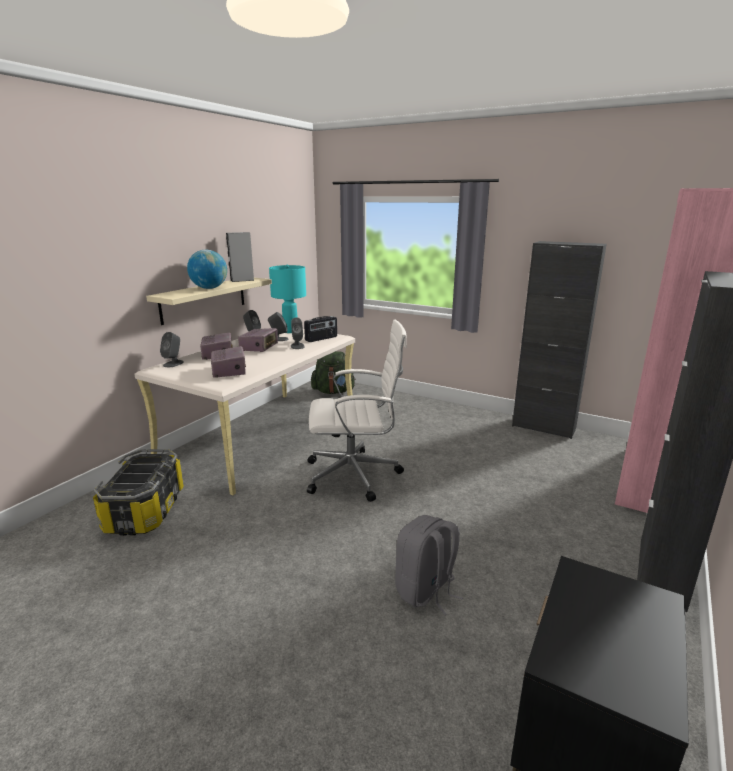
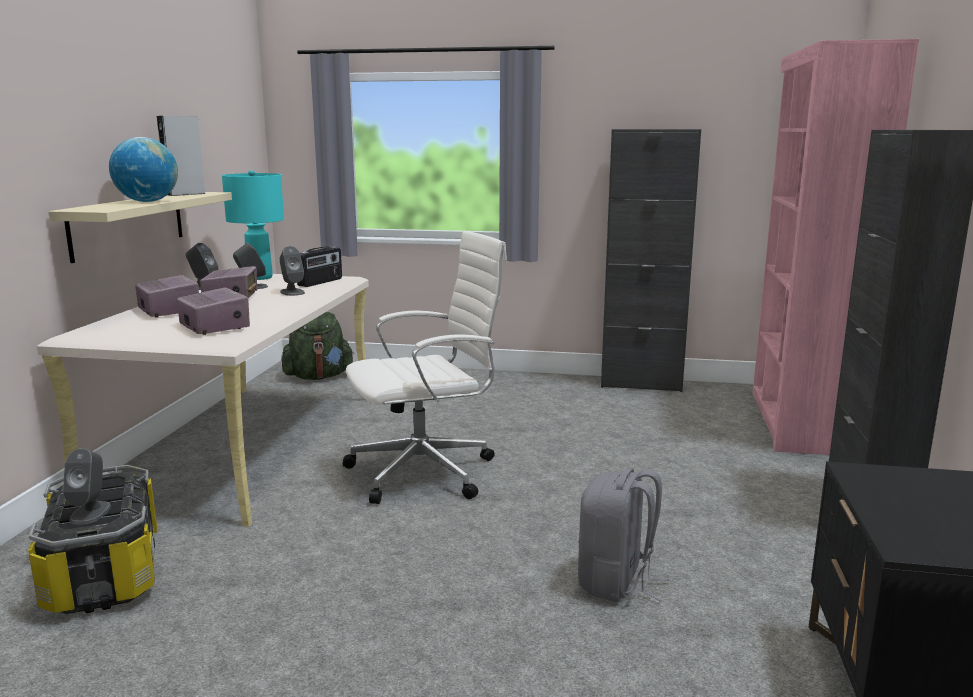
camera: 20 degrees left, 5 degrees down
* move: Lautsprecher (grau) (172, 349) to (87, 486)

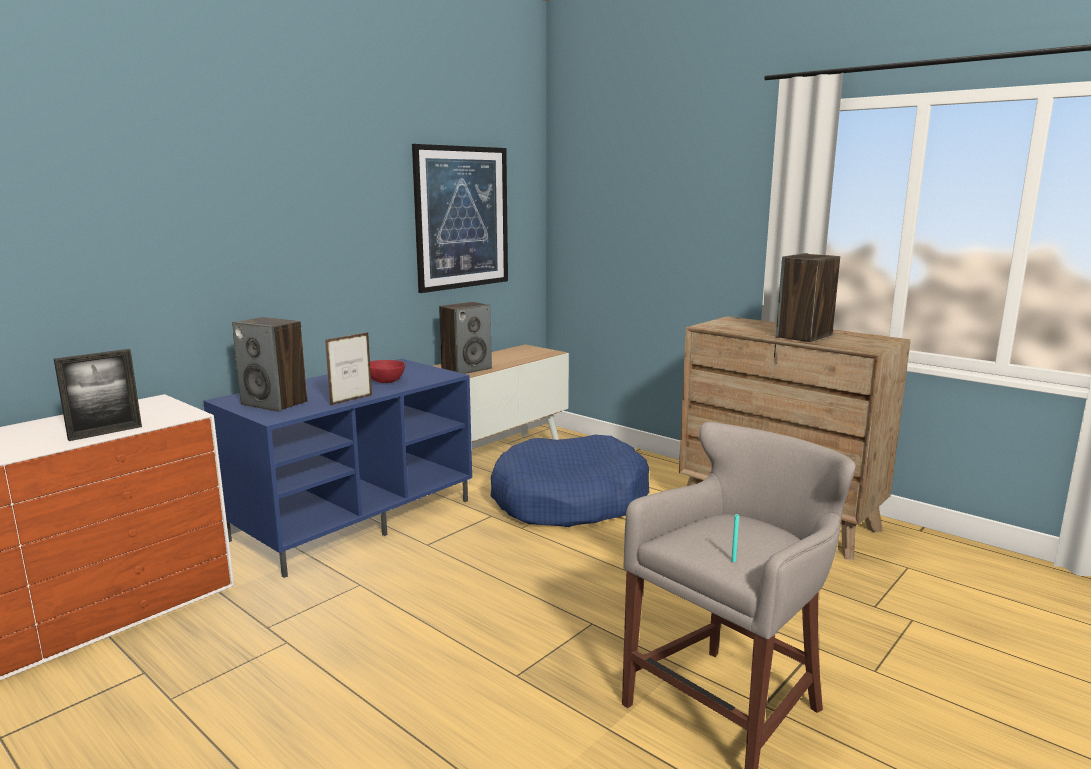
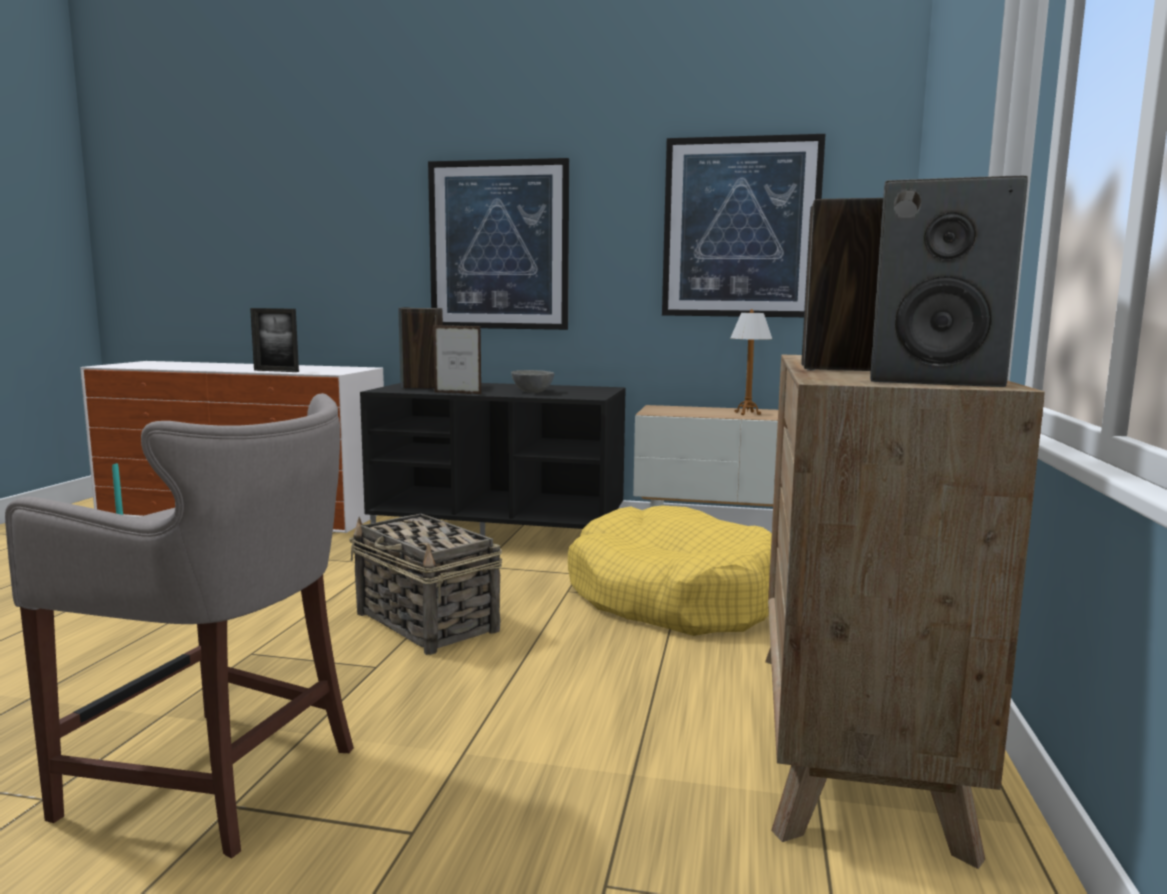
camera: 60 degrees right, 5 degrees down
* move: Lautsprecher (465, 338) to (949, 281)
* recolor: Fernsehschrank (blau) (337, 468) to Fernsehschrank (schwarz) (493, 459)
* recolor: Schüssel (rot) (387, 371) to Schüssel (grau) (532, 381)
* recolor: Hundebett (blau) (569, 481) to Hundebett (gelb) (670, 570)
* insert: Bild (498, 244)
* insert: Tischlampe (751, 362)
* insert: Korb (425, 584)

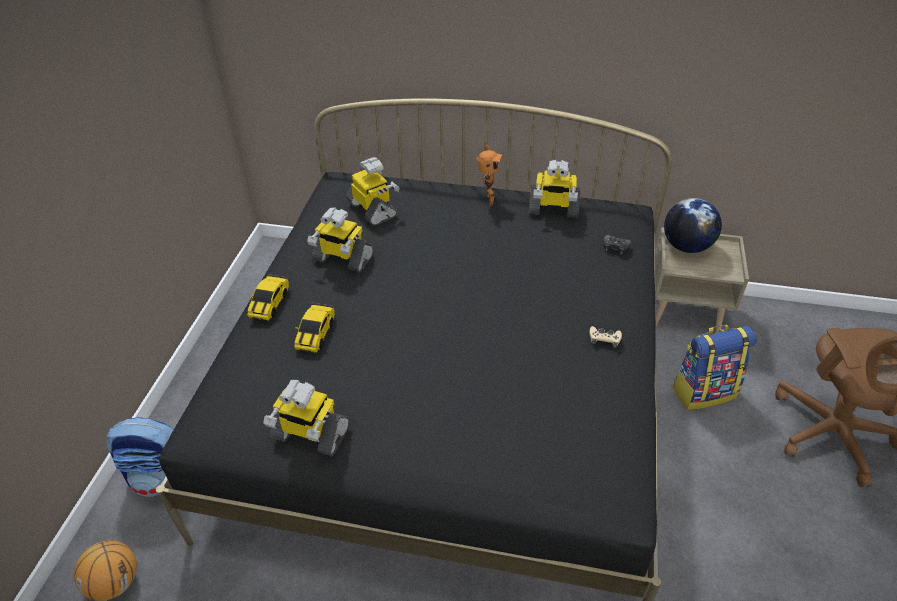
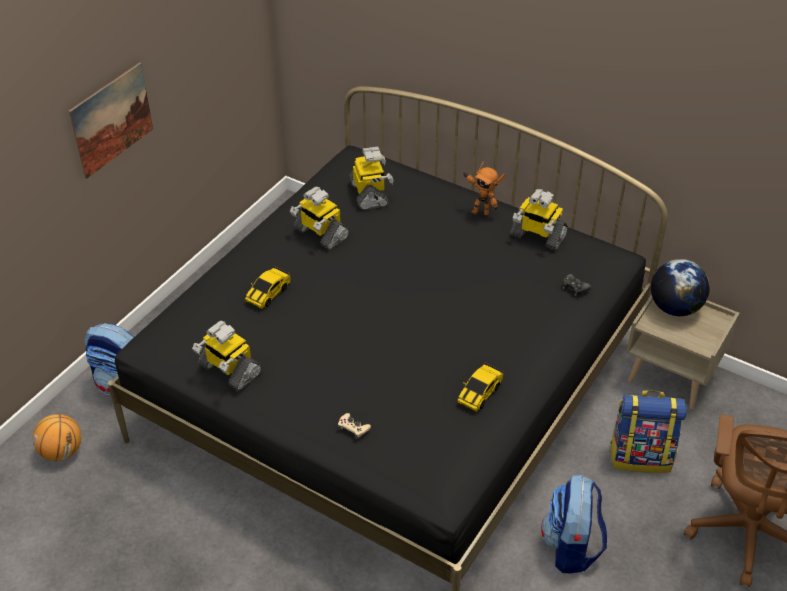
camera: 20 degrees right, 0 degrees up
* rotate: Spielzeugroboter (489, 175) = (484, 188) 90 degrees clockwise
* move: Spielzeugauto (268, 297) to (480, 387)
* move: Gamepad (beige) (605, 337) to (354, 426)
* insert: Bild (110, 120)
* insert: Rucksack (574, 523)

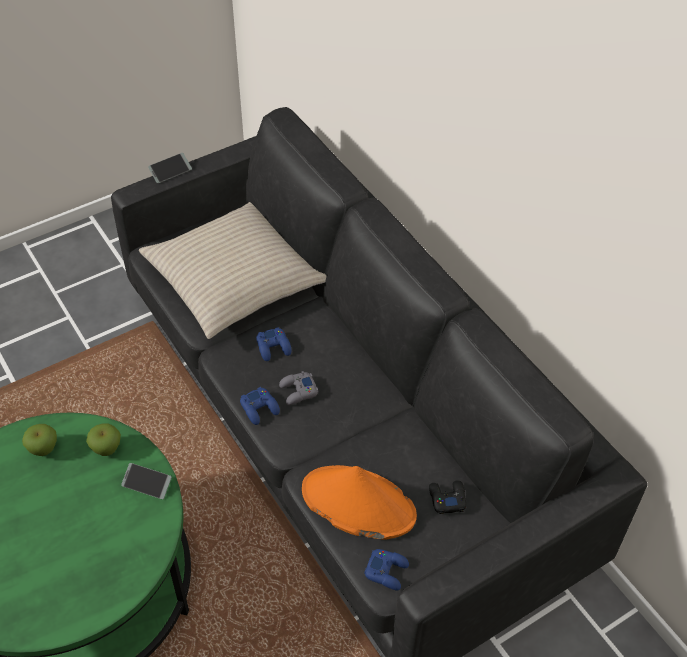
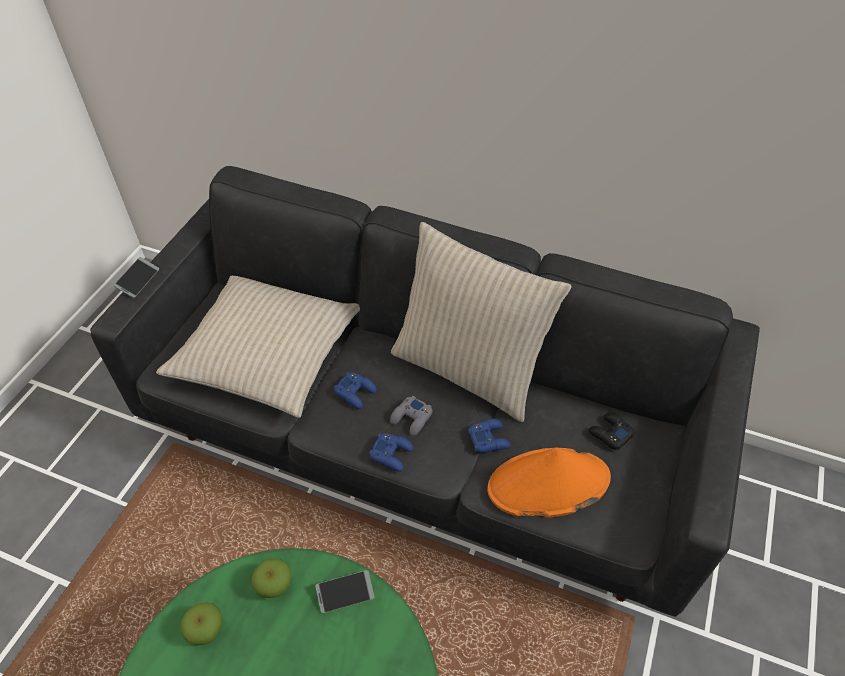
camera: 35 degrees left, 0 degrees up
* move: Gamepad (blau) (386, 569) to (489, 436)
* insert: Kissen (beige) (481, 322)

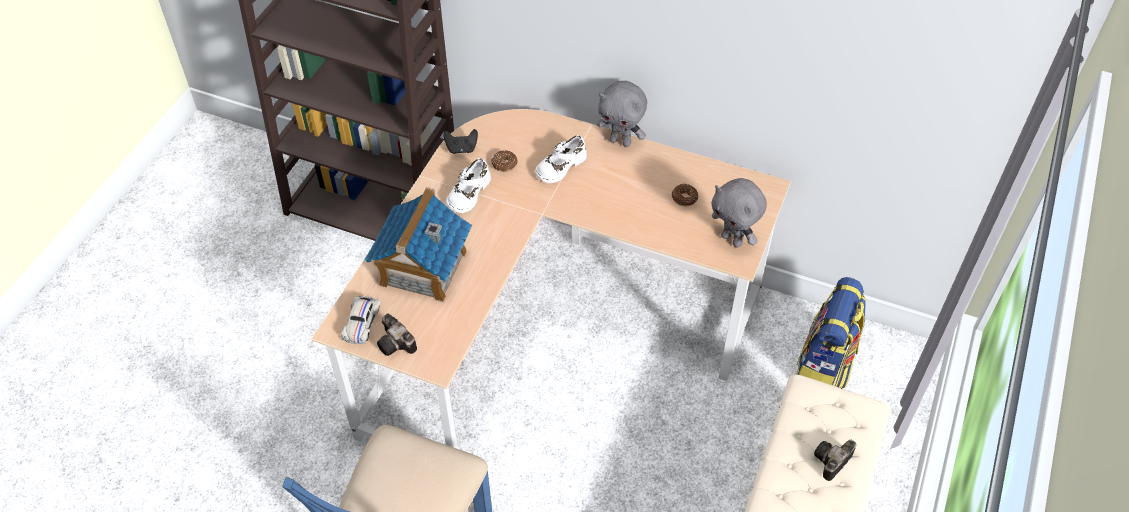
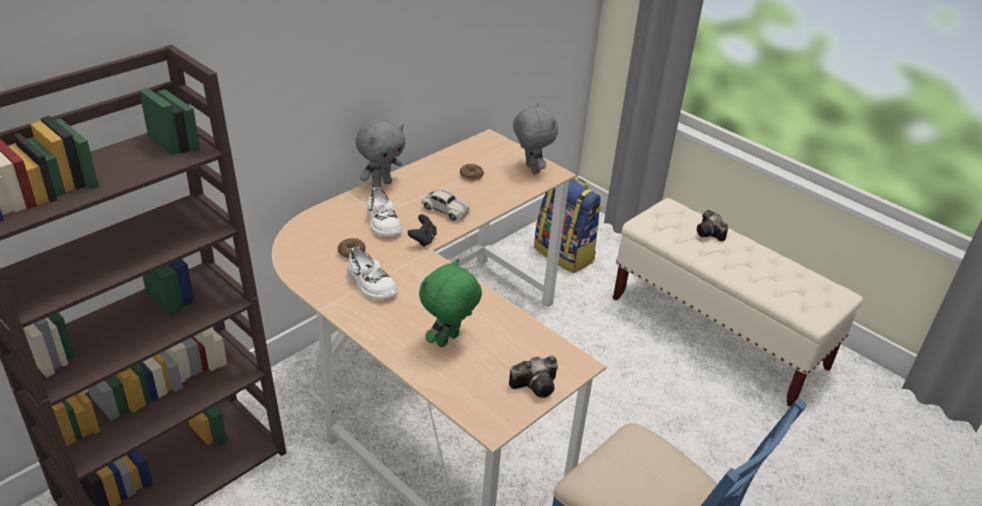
camera: 70 degrees left, 15 degrees down
* move: Gamepad (schwarz) (461, 141) to (422, 230)
* rotate: Plüschtier (grau) (739, 212) = (535, 138) 90 degrees counterclockwise
* replace: Spielzeughaus (418, 244) to Plüschtier (grün) (450, 303)
* move: Spielzeugauto (weiß) (361, 320) to (446, 205)

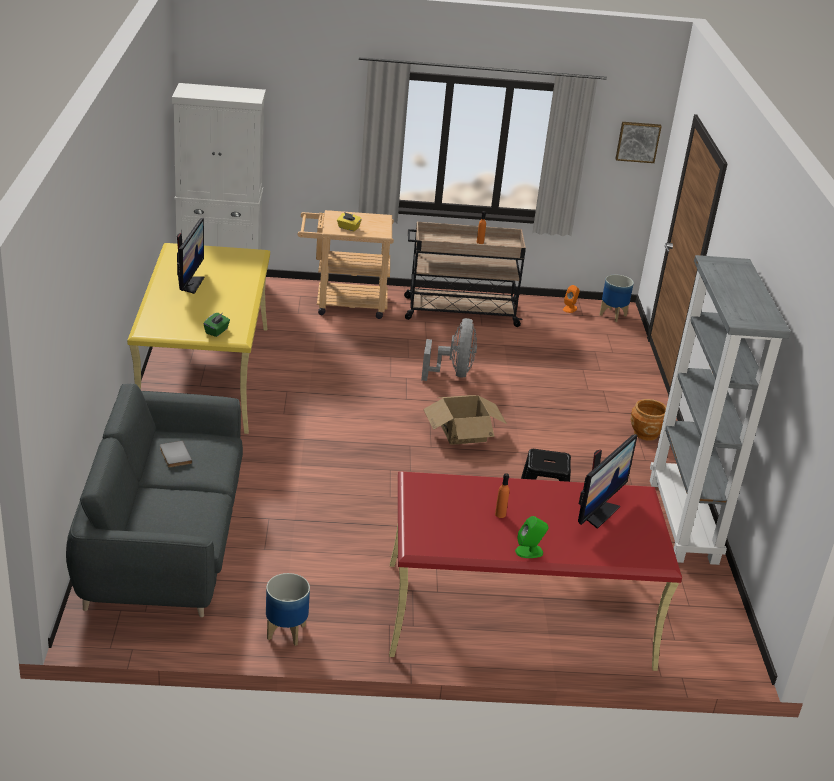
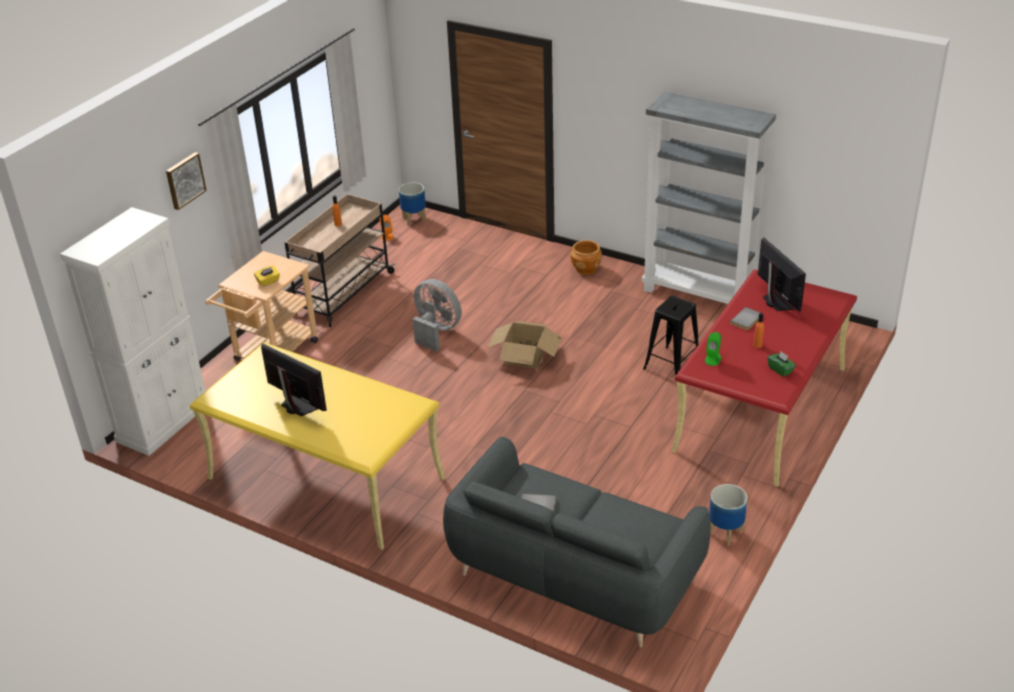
camera: 55 degrees left, 5 degrees up
* move: Bild (638, 142) to (186, 181)
* move: Taschentuchbox (grün) (217, 325) to (781, 364)
* move: Lautsprecher (grün) (531, 537) to (713, 349)
* insert: Buch (grau) (745, 318)

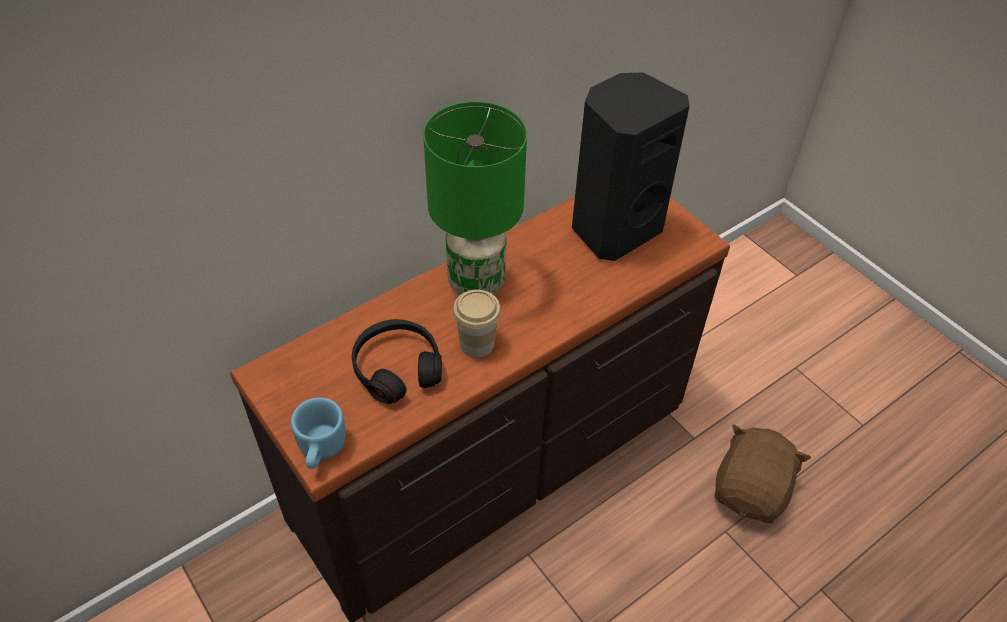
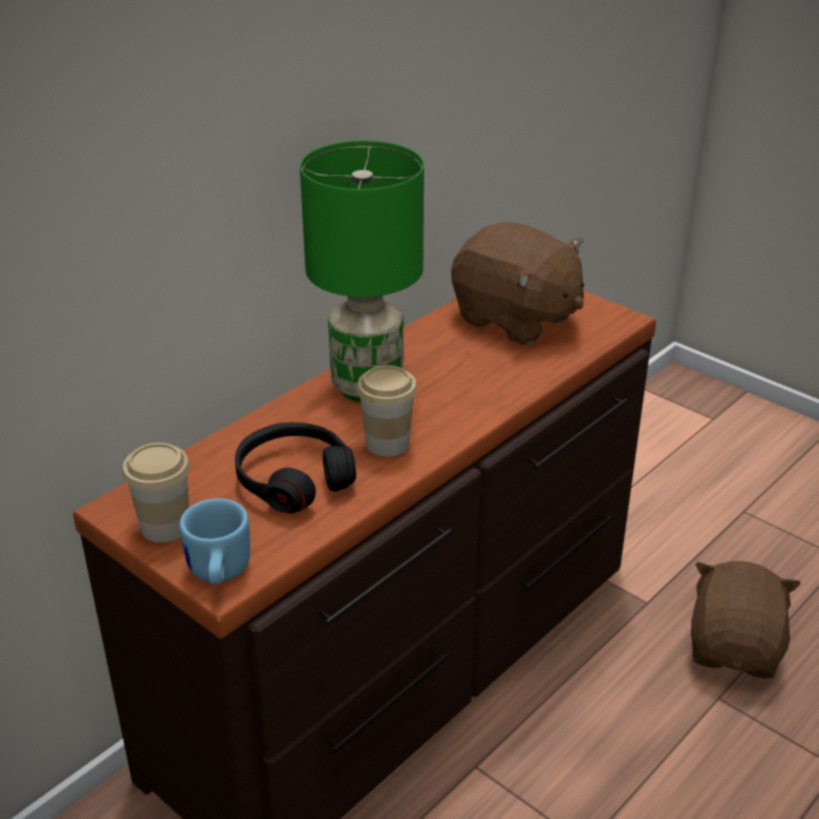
camera: 10 degrees left, 15 degrees down
* replace: Lautsprecher (schwarz) (631, 167) to Plüschtier (braun) (517, 283)
* insert: Tasse (156, 493)

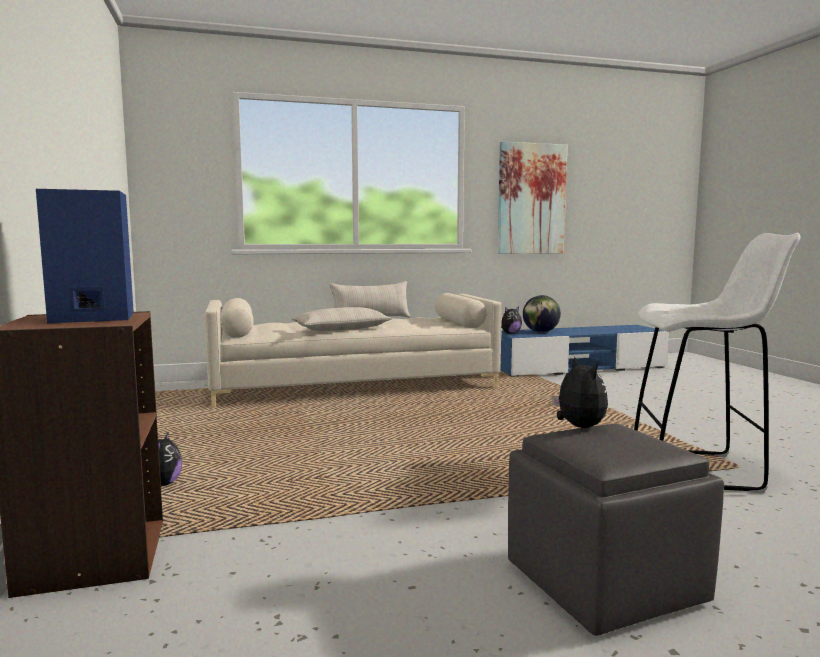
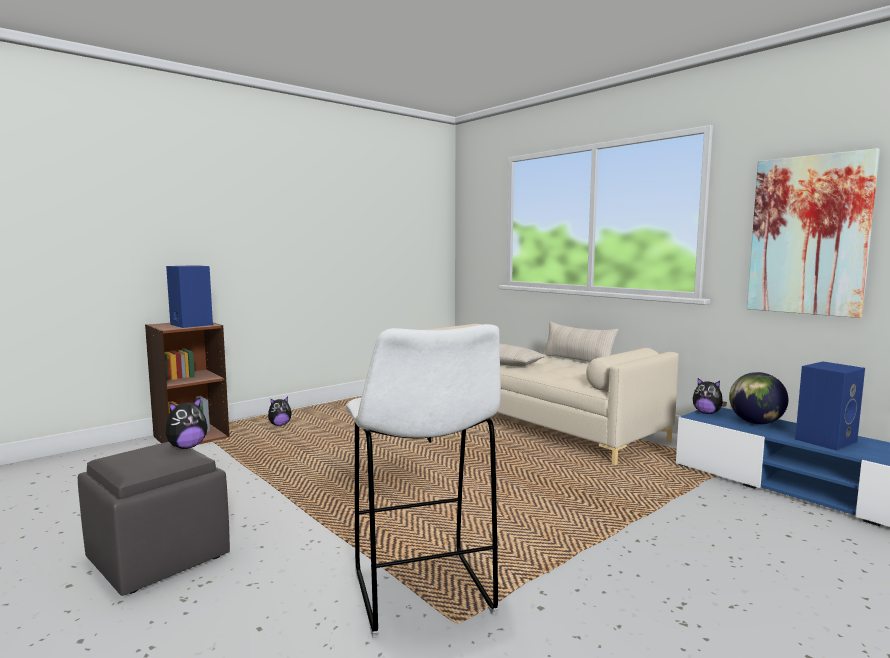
camera: 65 degrees right, 0 degrees up
* insert: Lautsprecher (blau) (830, 406)

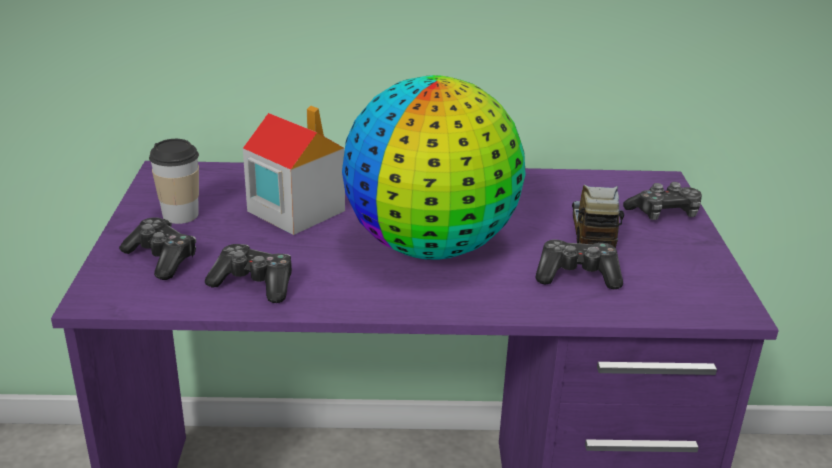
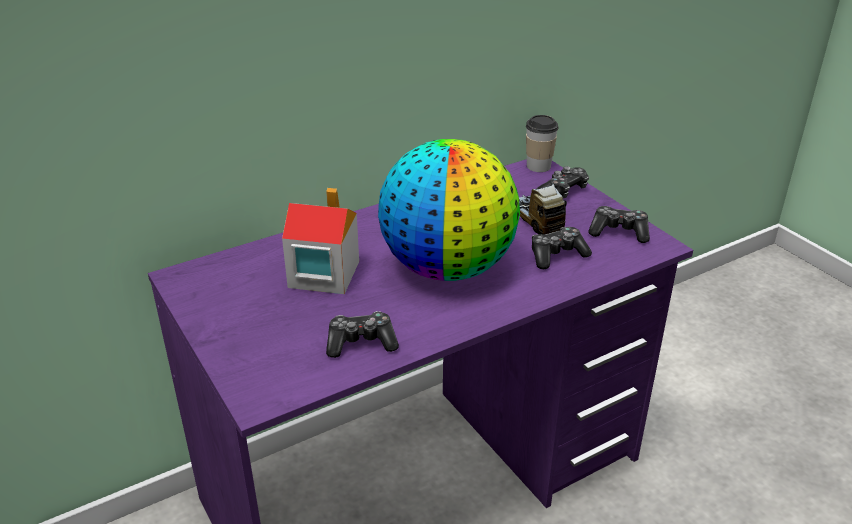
camera: 30 degrees left, 5 degrees up
* move: Tasse (174, 181) to (542, 143)
* move: Gamepad (157, 248) to (619, 224)

